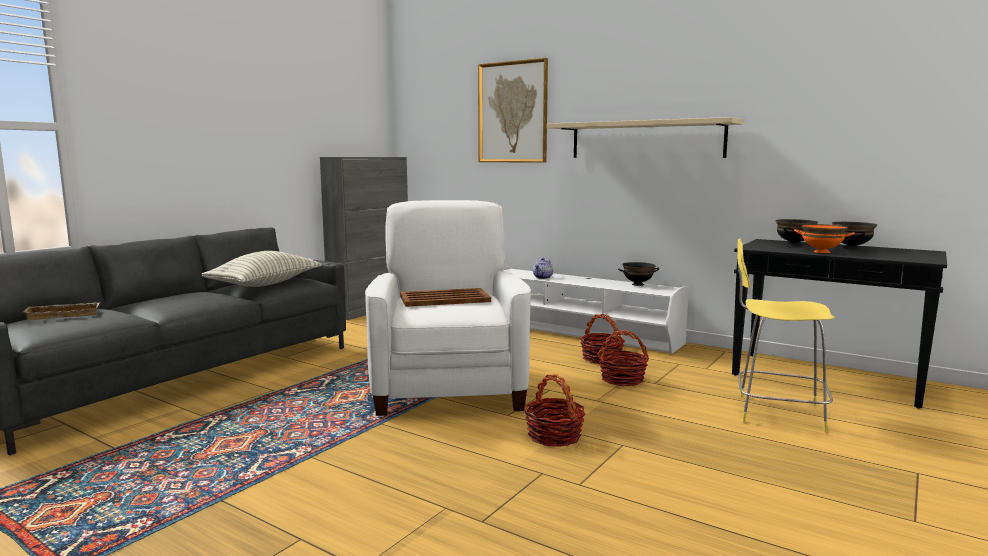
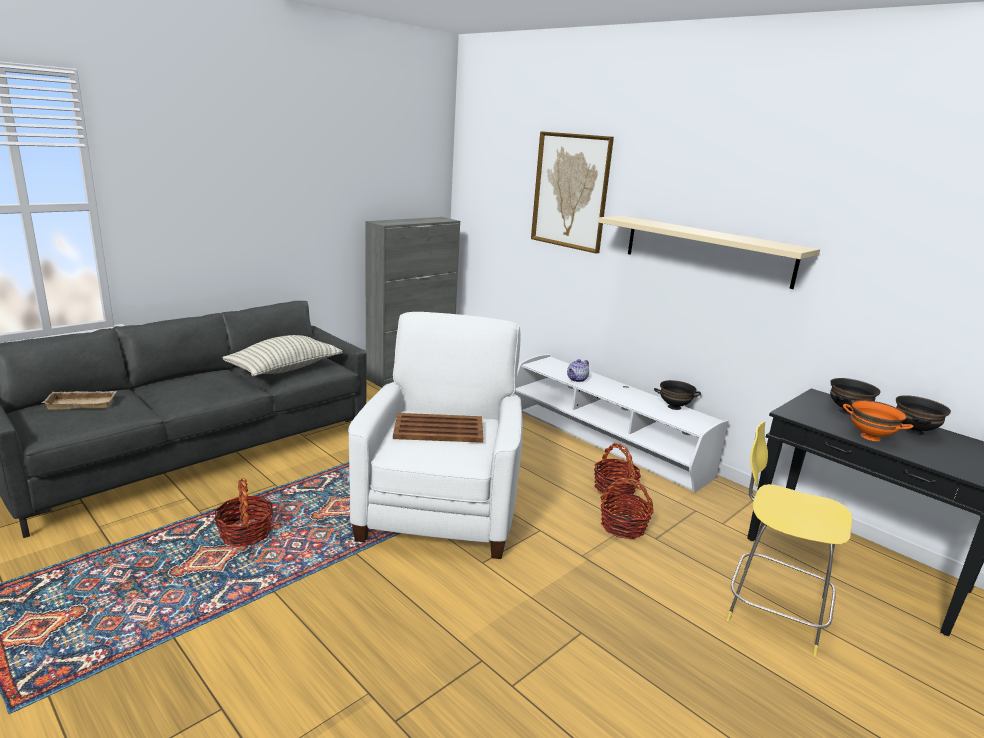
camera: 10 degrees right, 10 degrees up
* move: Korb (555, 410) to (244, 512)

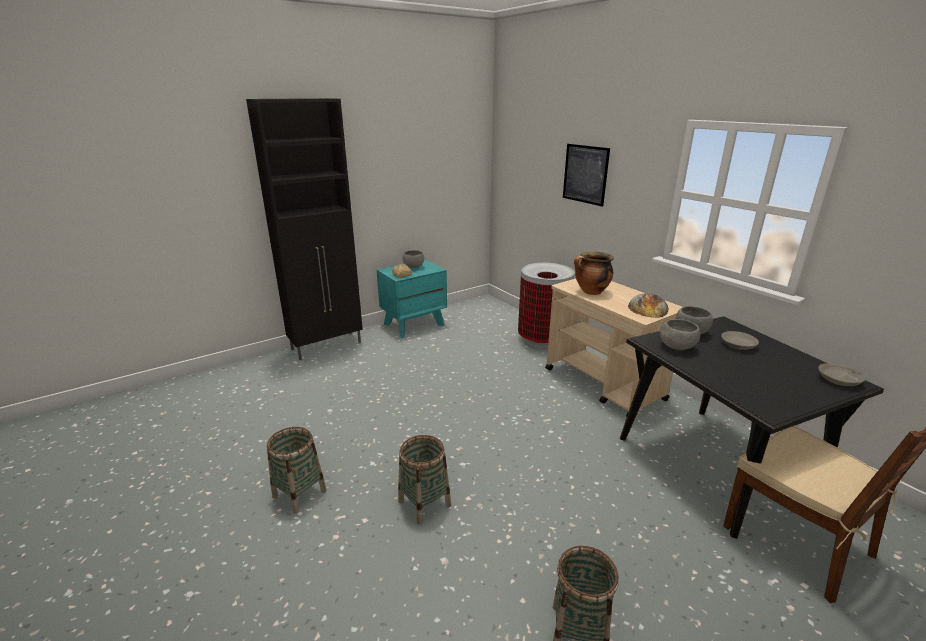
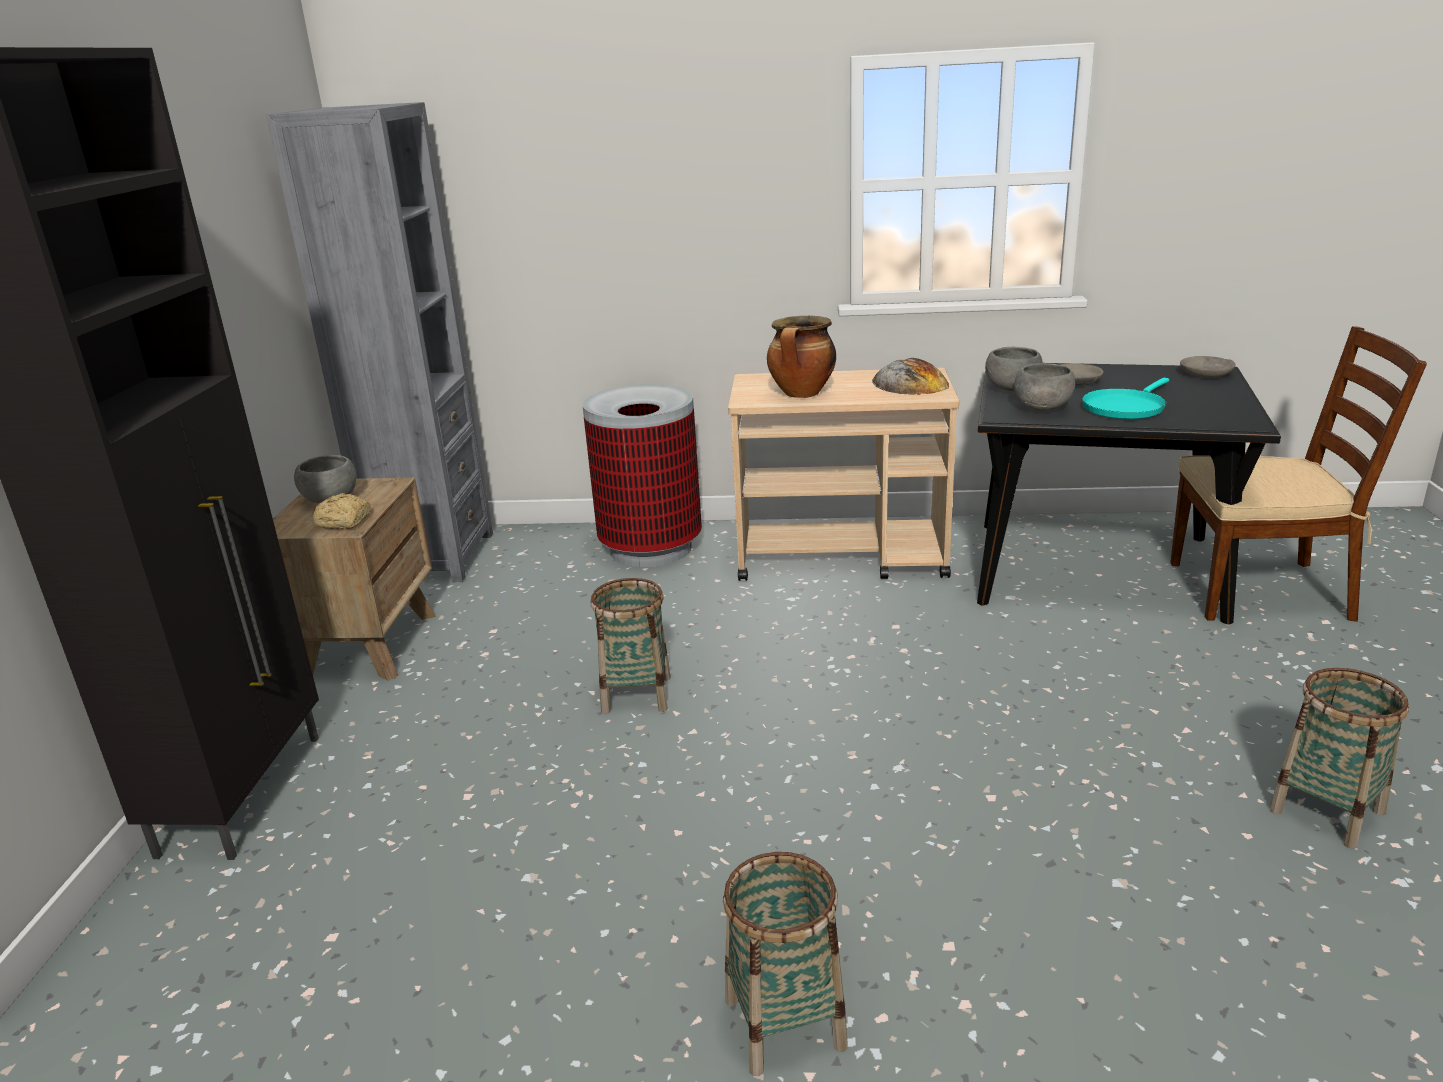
camera: 50 degrees left, 0 degrees up
* delete: Bild (586, 175)
* recolor: Nachttisch (türkis) (412, 298) to Nachttisch (braun) (354, 579)
* move: Korb (424, 480) to (631, 646)
* insert: Bücherregal (grau) (379, 342)
* insert: Pfanne (türkis) (1125, 398)

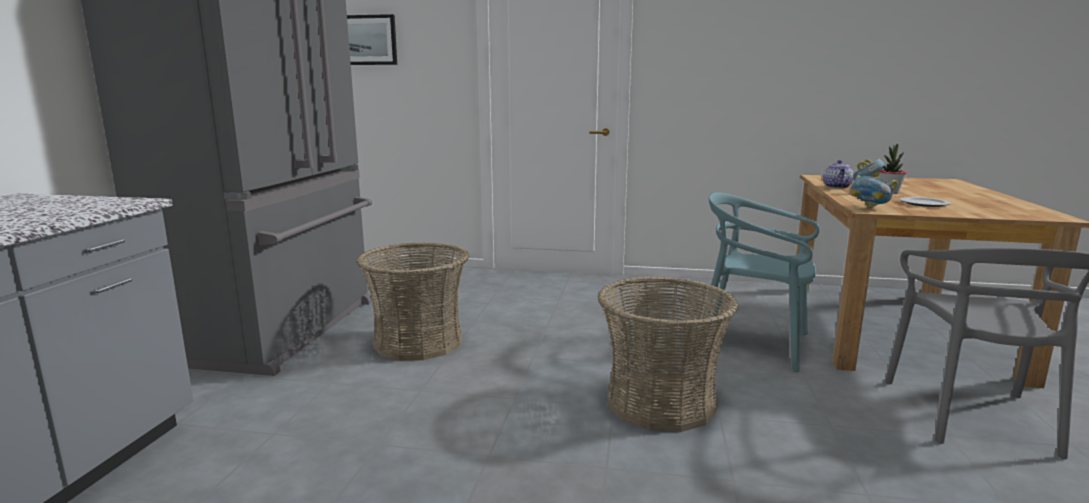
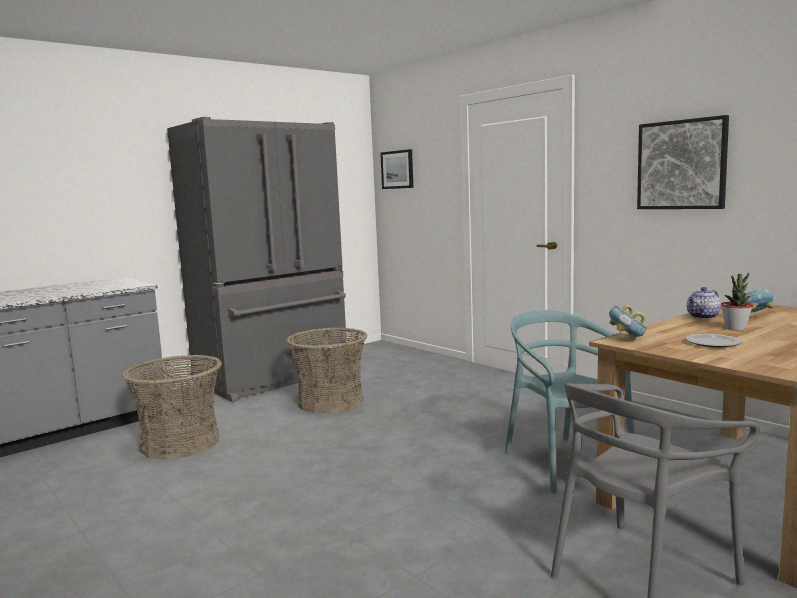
camera: 40 degrees right, 5 degrees down
* move: Korb (668, 354) to (172, 407)
* insert: Bild (683, 162)

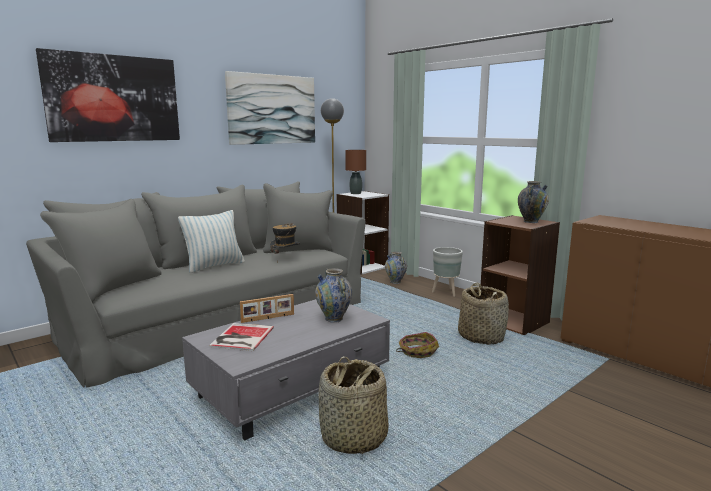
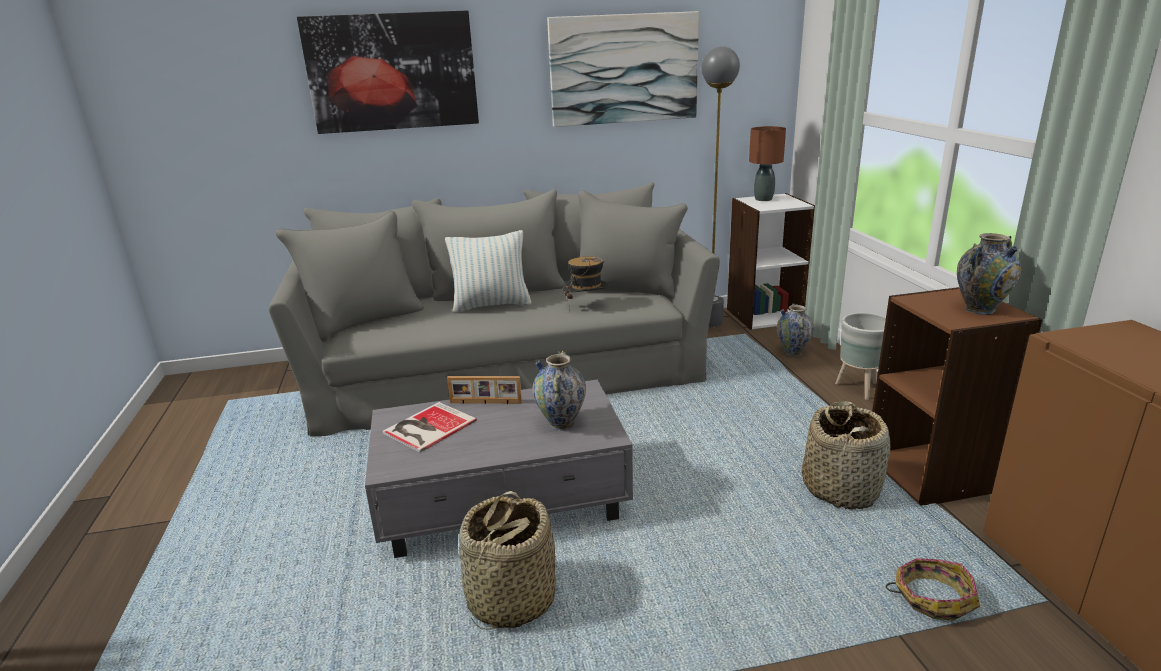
camera: 30 degrees right, 10 degrees up
* move: Korb (417, 345) to (933, 589)

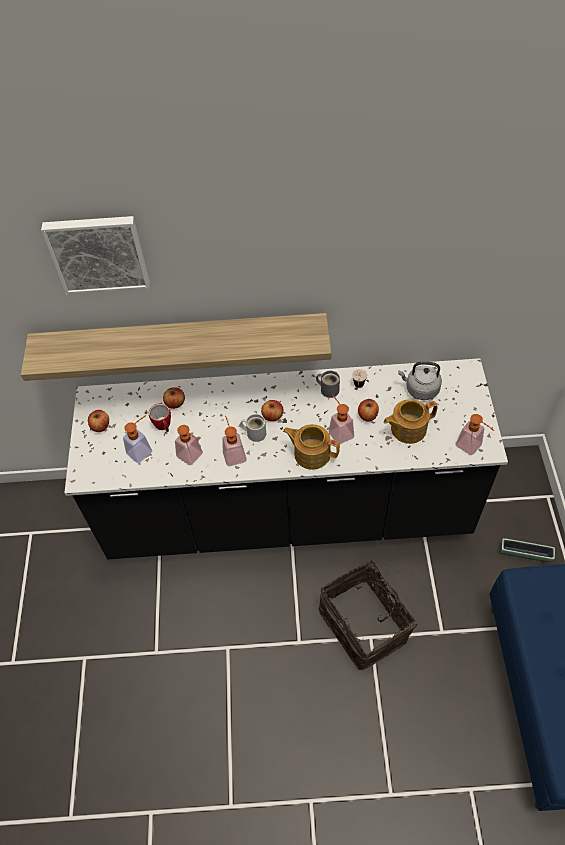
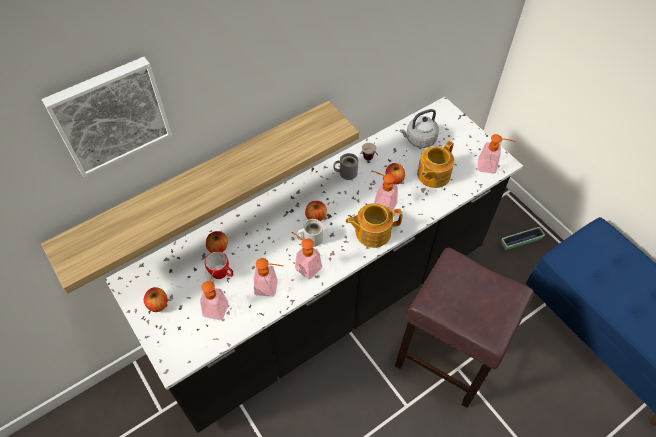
camera: 35 degrees left, 0 degrees up
* replace: Korb (367, 614) to Hocker (braun) (464, 328)

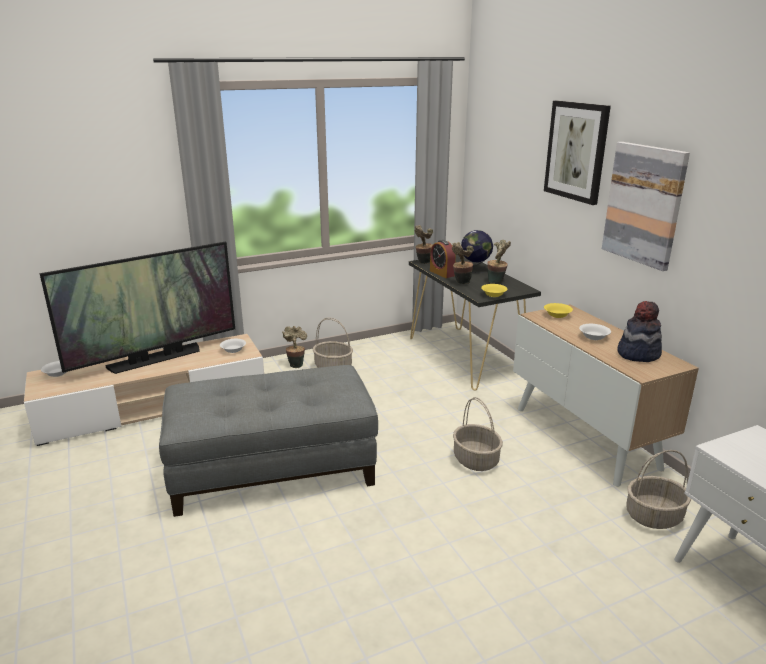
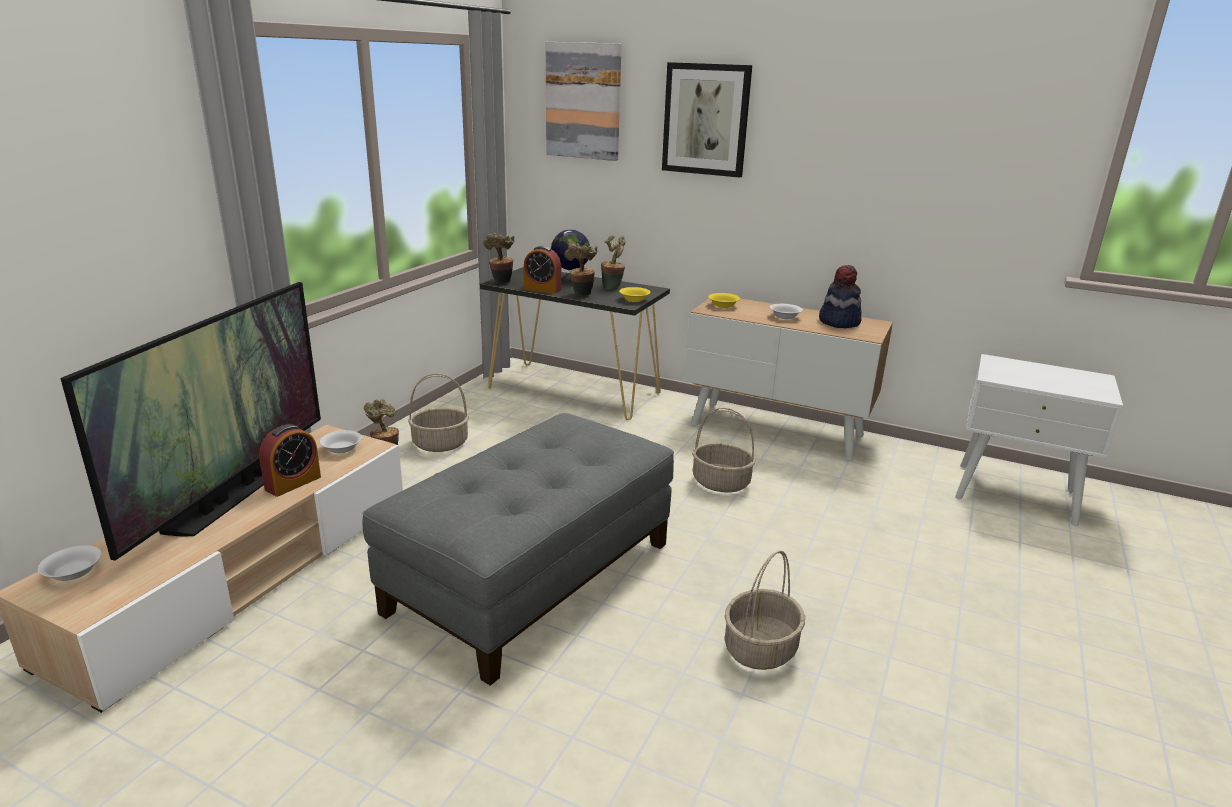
camera: 40 degrees left, 0 degrees up
* move: Bild (646, 206) to (584, 101)
* move: Korb (658, 489) to (764, 610)
* insert: Wecker (290, 460)

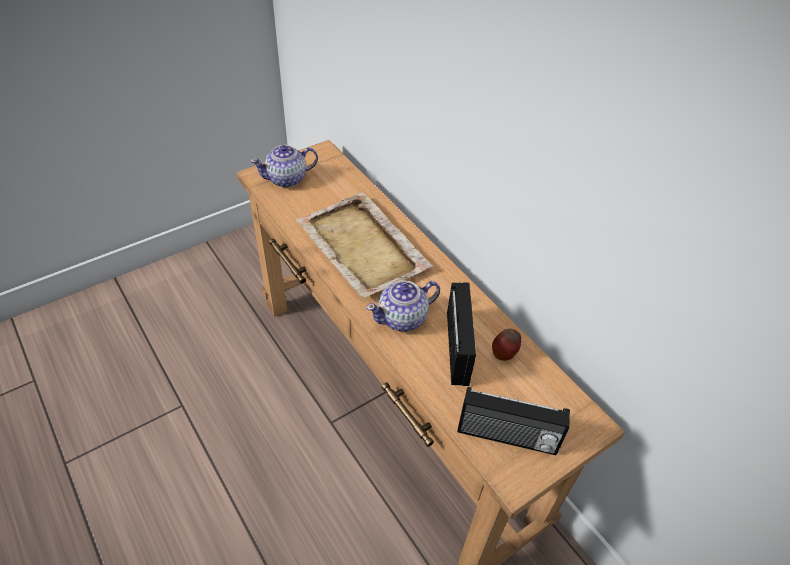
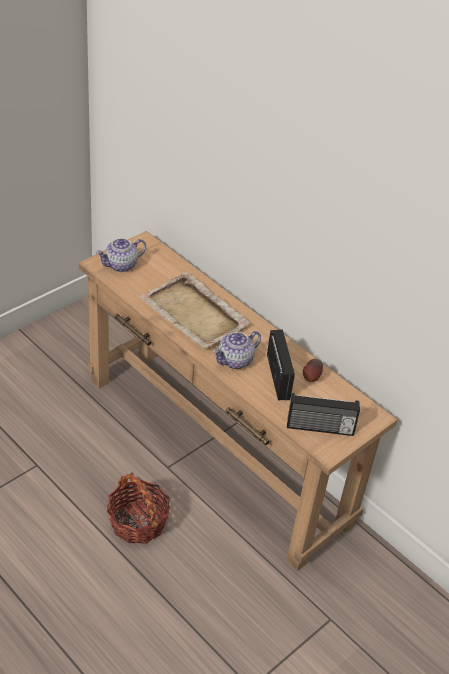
camera: 10 degrees left, 5 degrees down
* insert: Korb (138, 508)

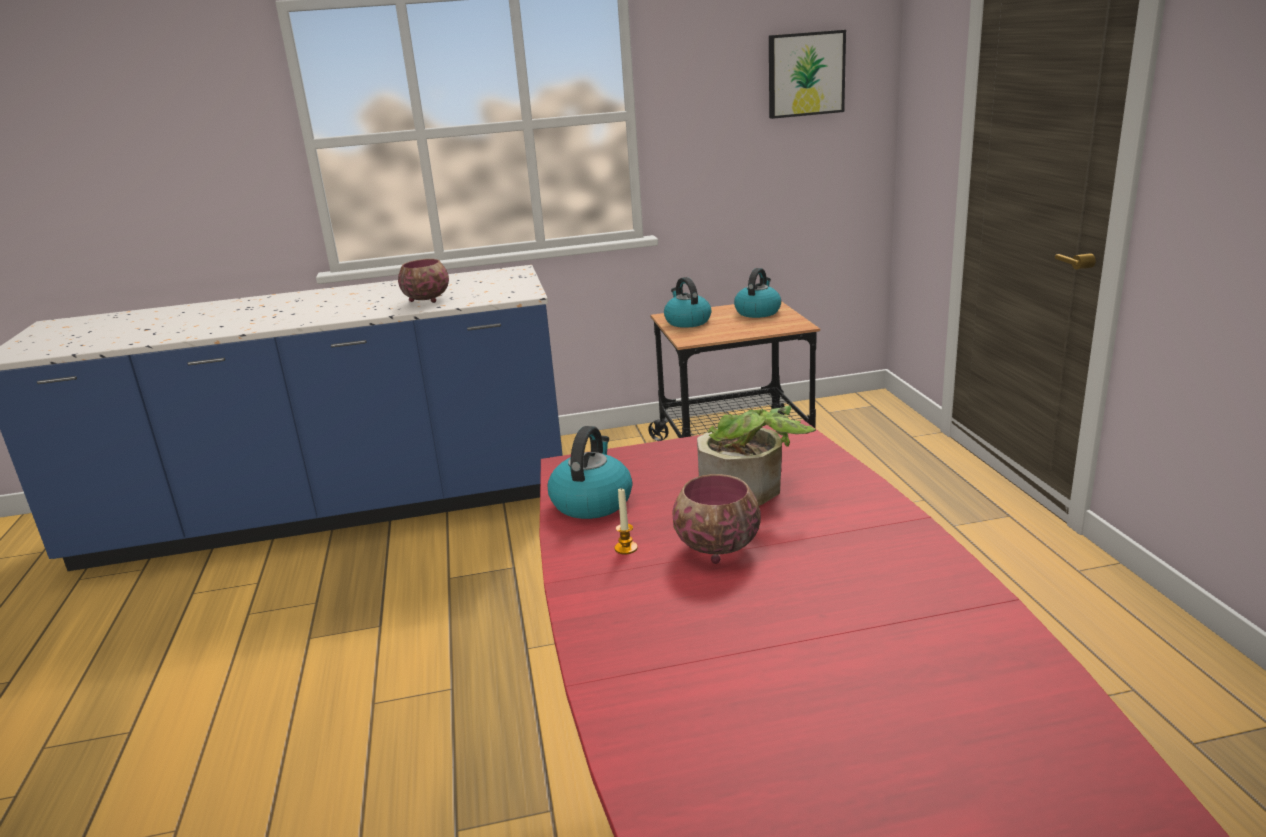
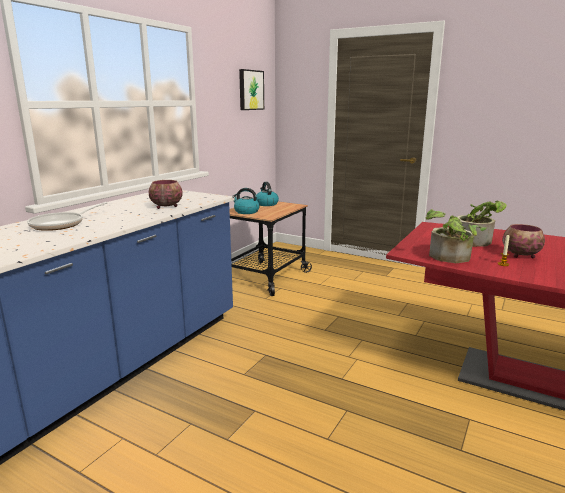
camera: 50 degrees left, 5 degrees down
* replace: Wasserkessel (590, 472) to Topfpflanze (456, 236)
* insert: Pfanne (67, 216)

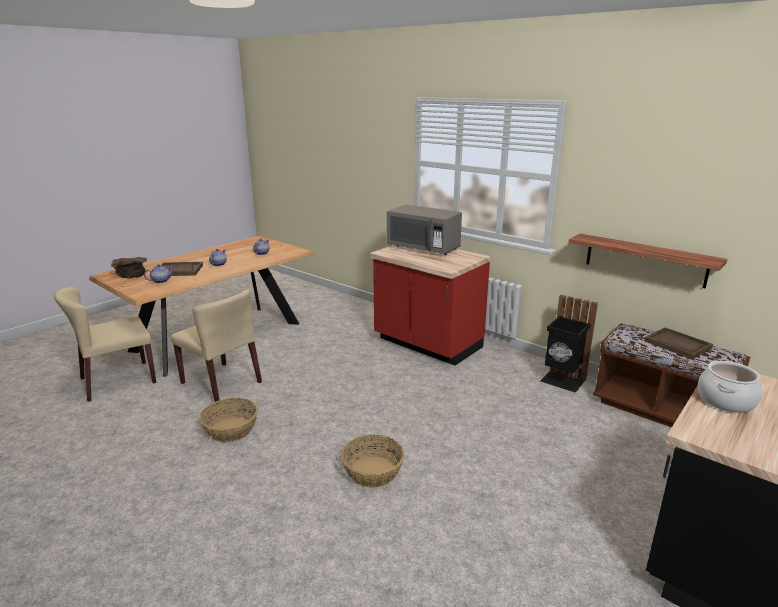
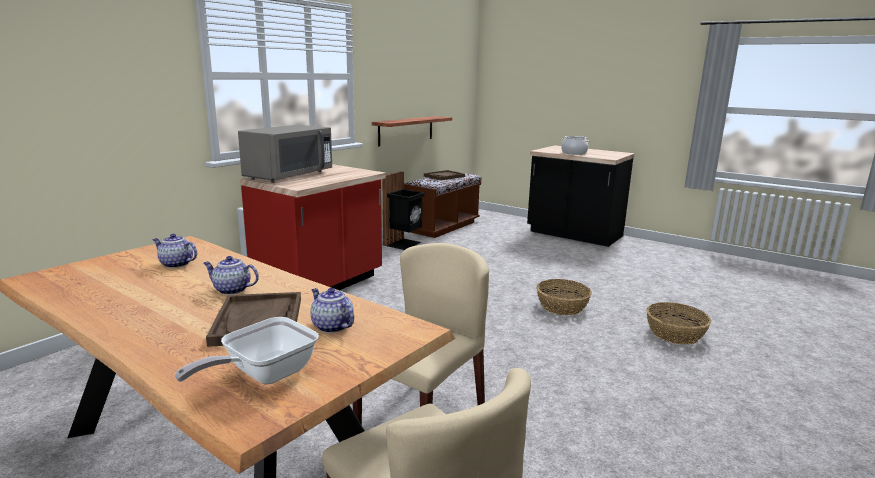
camera: 95 degrees left, 5 degrees down
* replace: Schüssel (braun) (129, 267) to Pfanne (247, 351)
* move: Korb (228, 420) to (678, 323)

